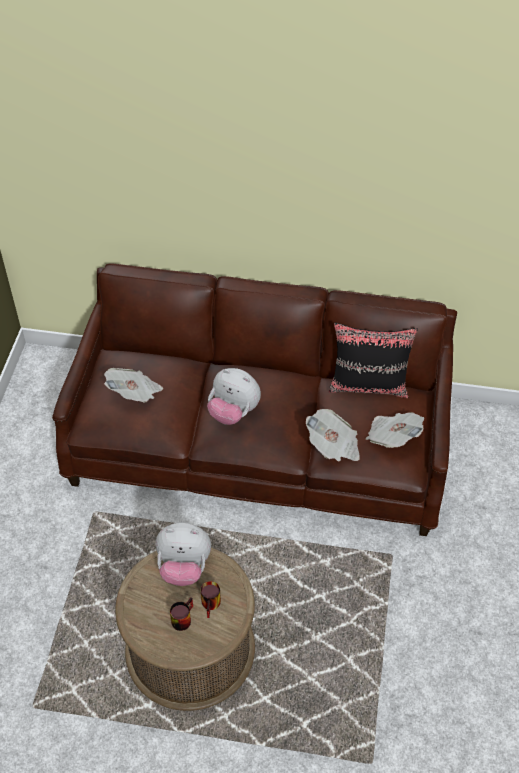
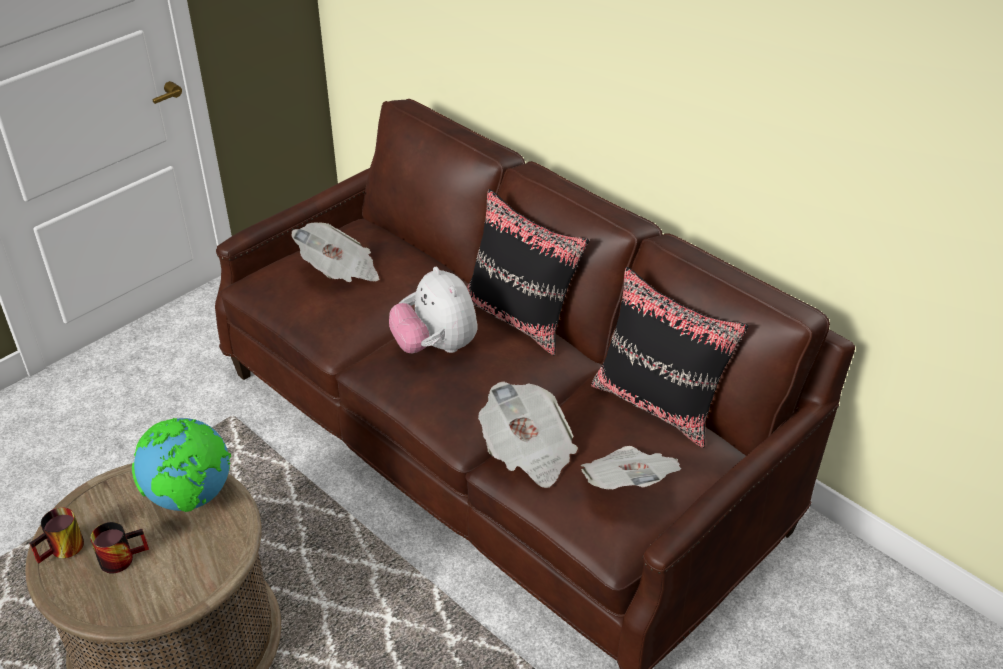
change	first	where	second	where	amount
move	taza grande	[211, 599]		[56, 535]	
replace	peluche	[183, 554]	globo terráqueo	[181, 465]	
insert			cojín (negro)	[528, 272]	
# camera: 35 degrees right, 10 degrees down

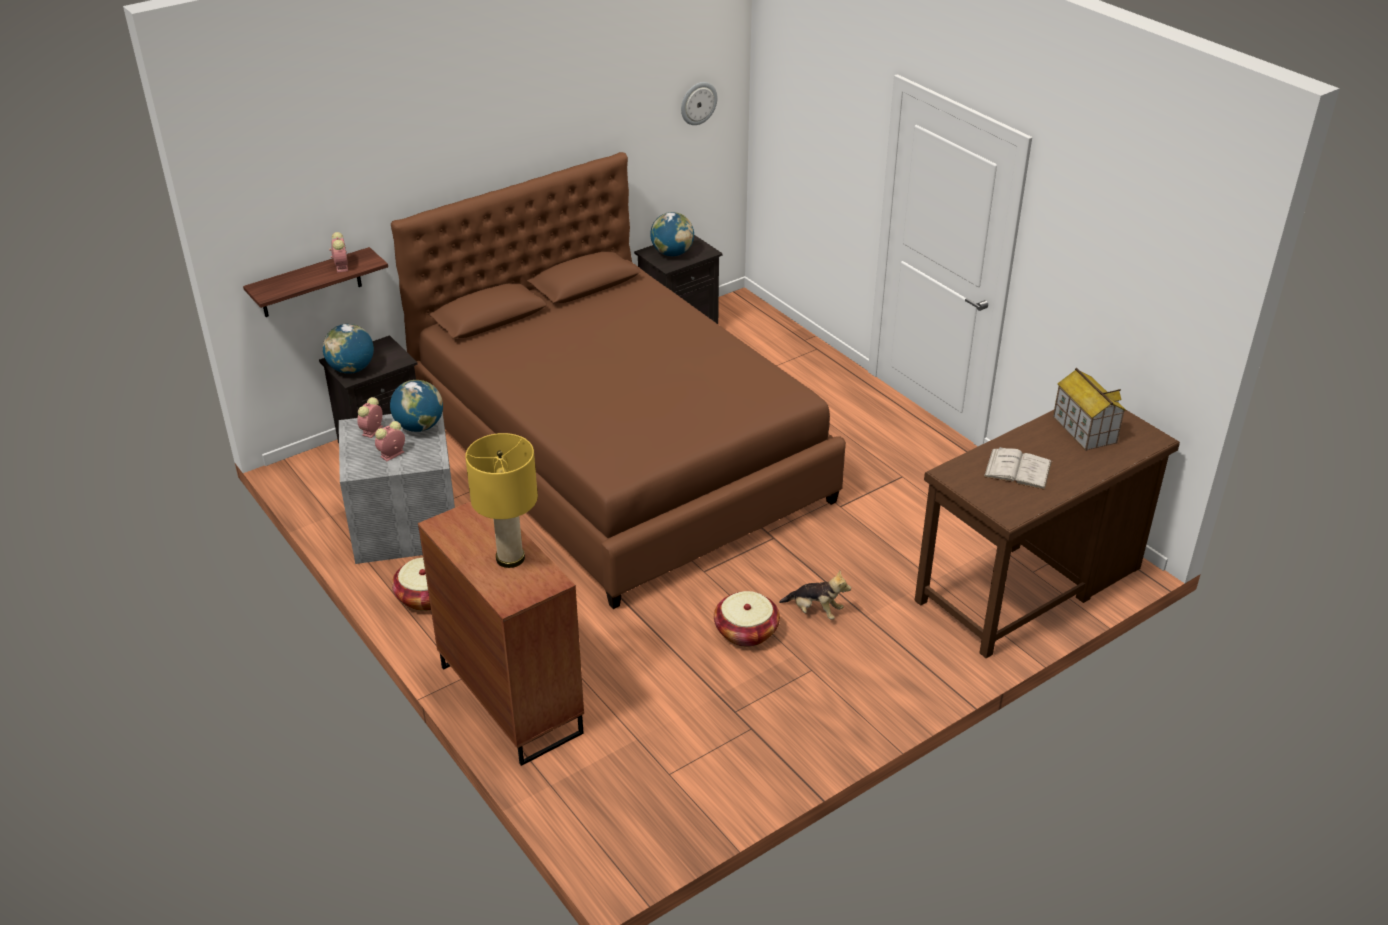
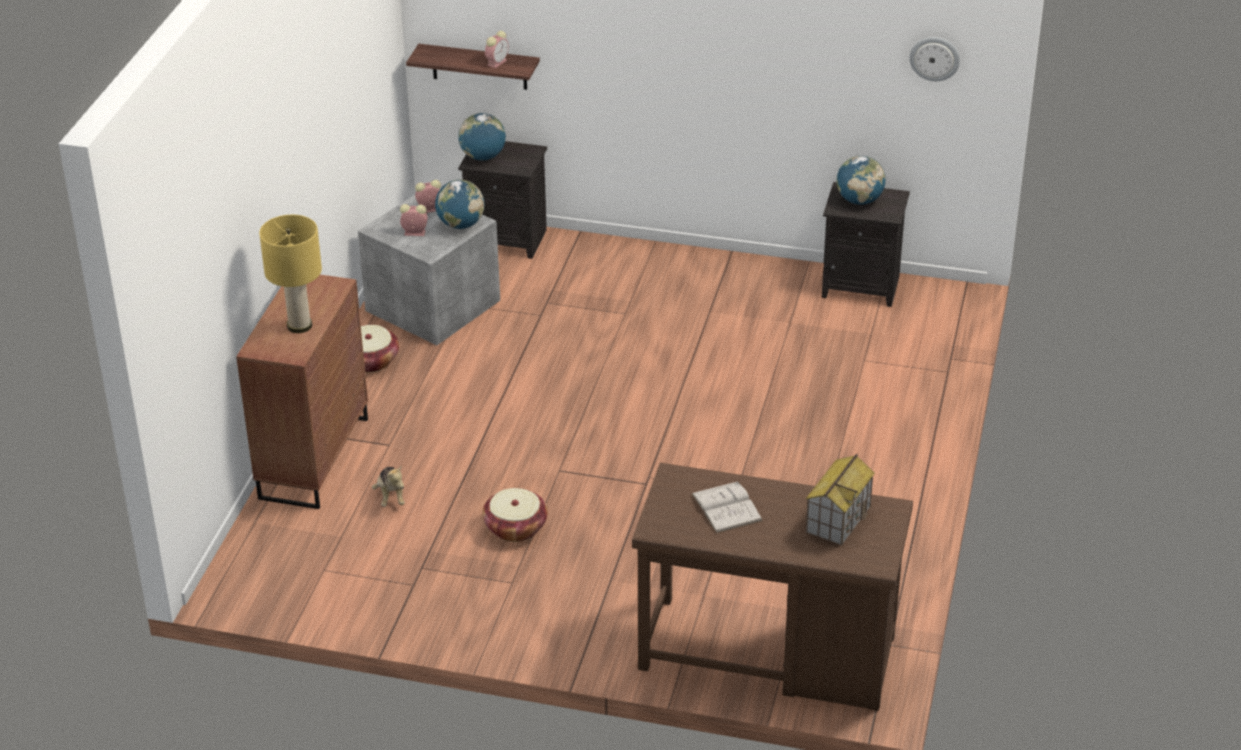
change	first	where	second	where	amount
move	peluche	[815, 595]		[388, 486]	
delete	cama (marrón)	[618, 380]			
# camera: 50 degrees right, 0 degrees up

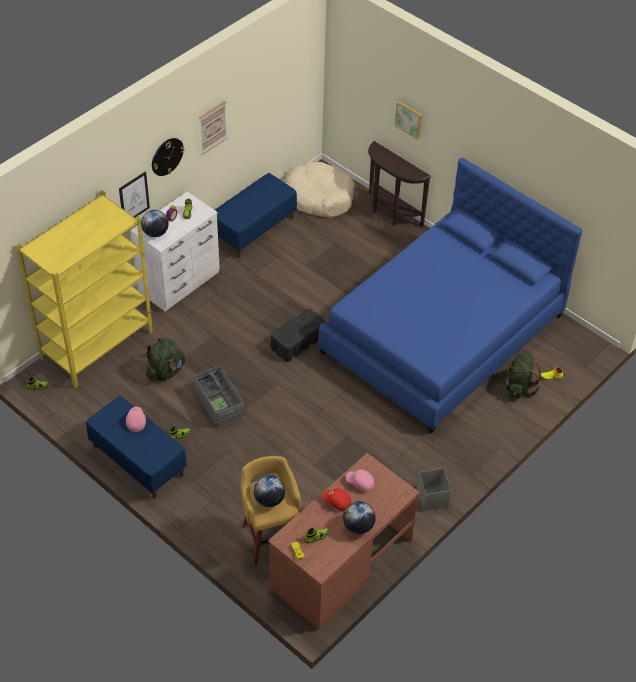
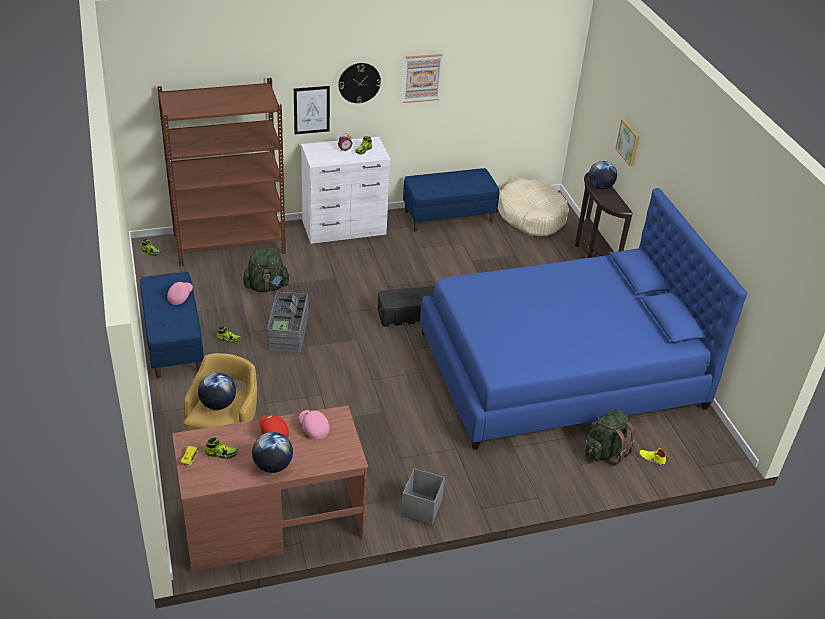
change	first	where	second	where	amount
recolor	estantería (amarillo)	[84, 289]	estantería (marrón)	[221, 172]	
move	globo terráqueo	[154, 223]		[603, 175]	
# camera: 30 degrees right, 10 degrees down

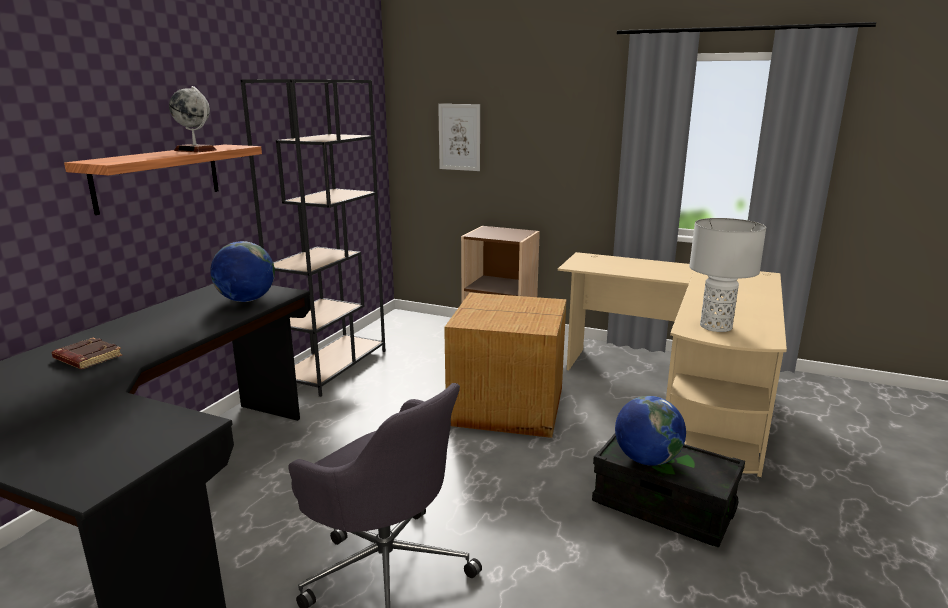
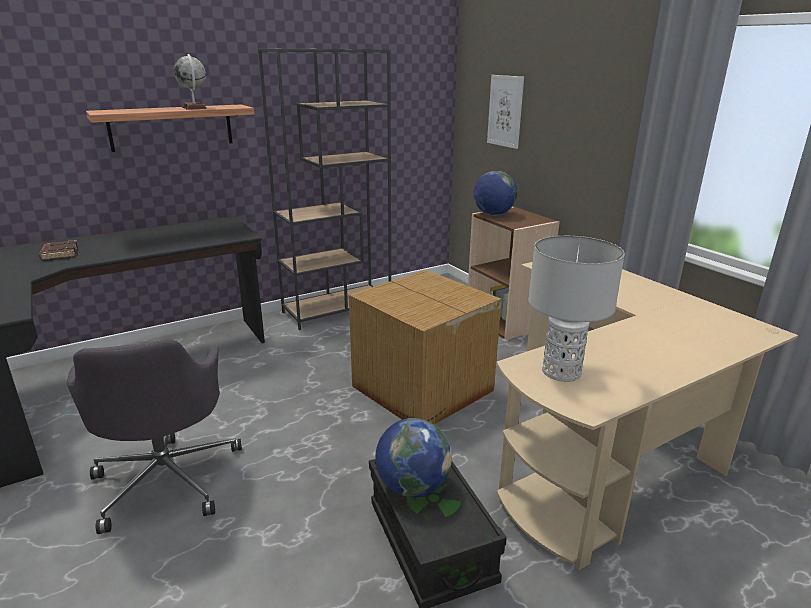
change	first	where	second	where	amount
move	globo terráqueo	[242, 271]		[495, 193]	
# camera: 35 degrees right, 5 degrees up

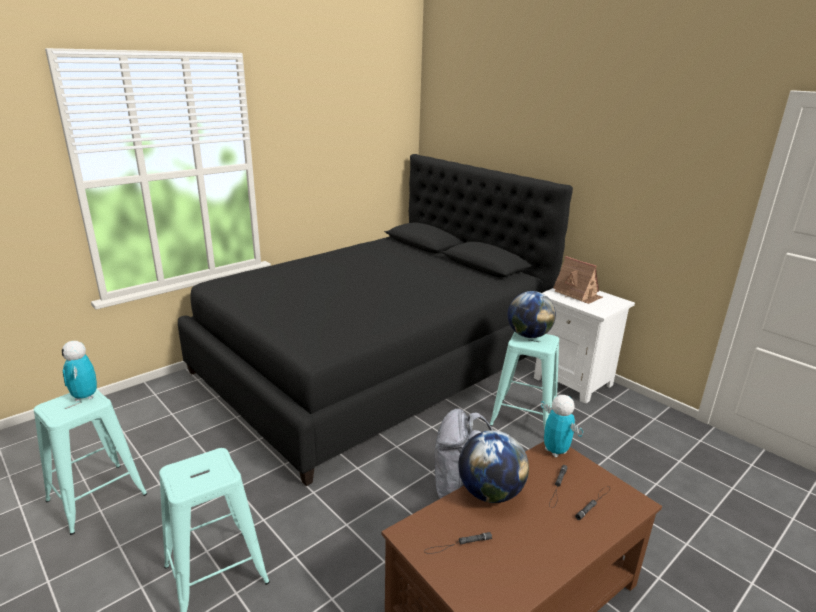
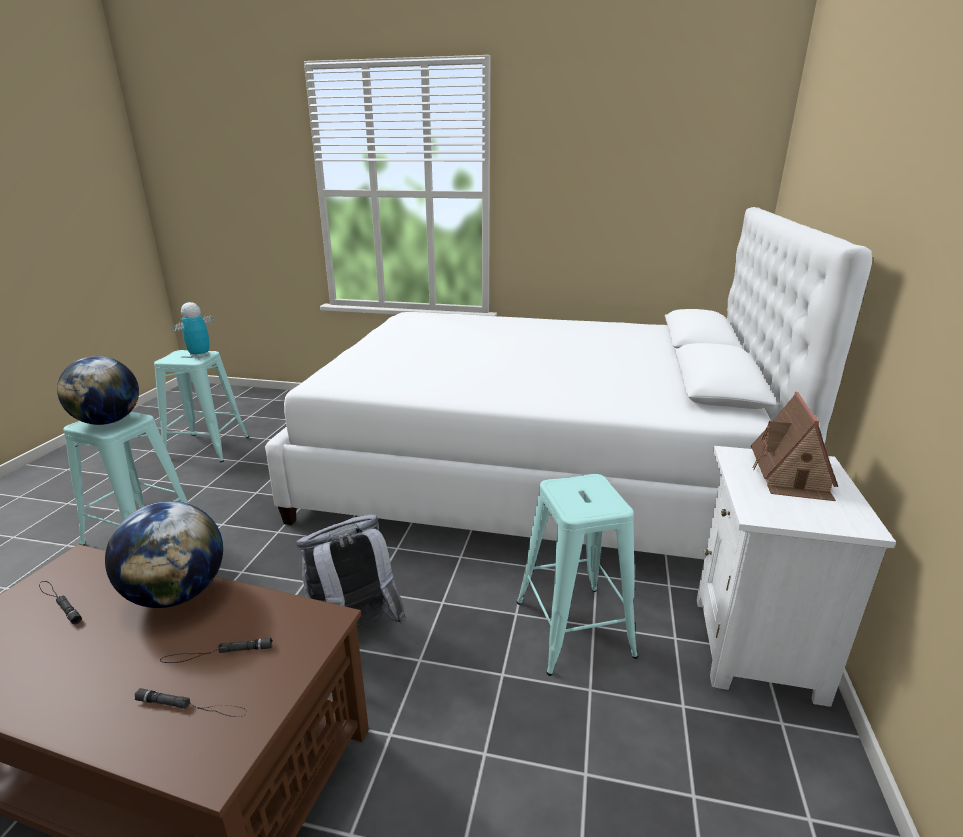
change	first	where	second	where	amount
move	globo terráqueo	[532, 314]		[98, 390]	
recolor	cama (negro)	[375, 320]	cama (blanco)	[568, 383]	
delete	robot de juguete	[562, 426]			
# camera: 55 degrees right, 0 degrees up

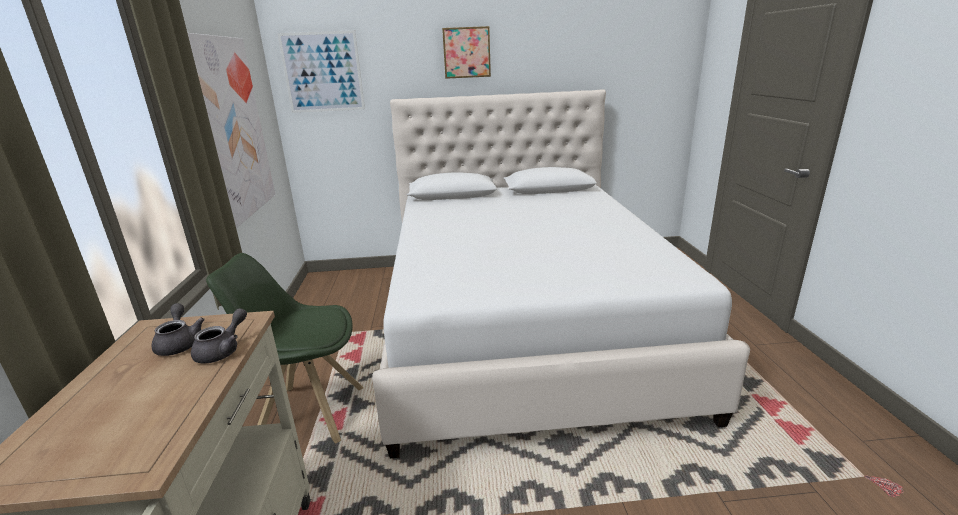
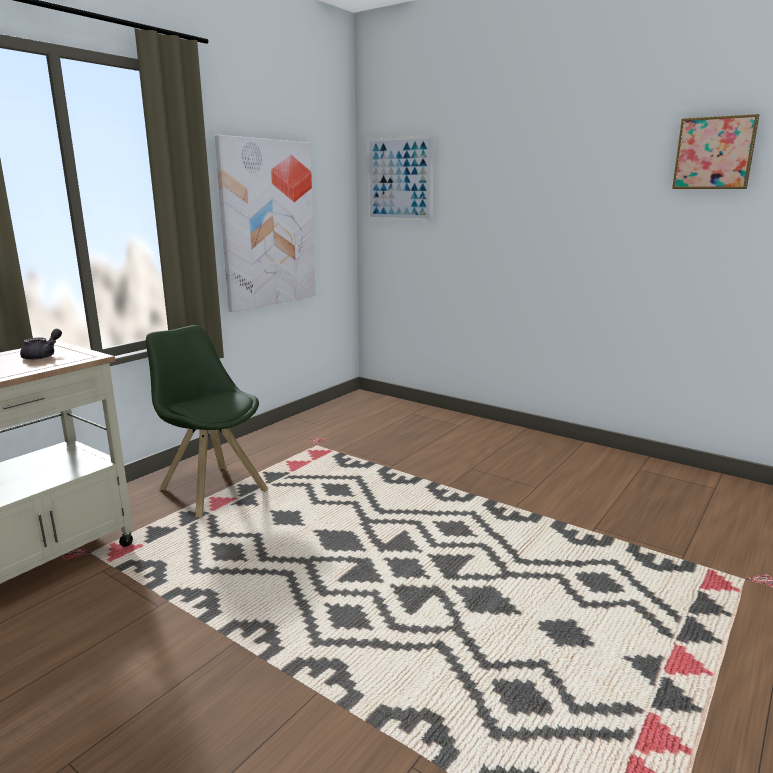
change	first	where	second	where	amount
move	cuadro	[466, 52]		[715, 151]	
delete	tetera (gris)	[219, 336]			
delete	cama (blanco)	[561, 274]			
# camera: 40 degrees right, 5 degrees down

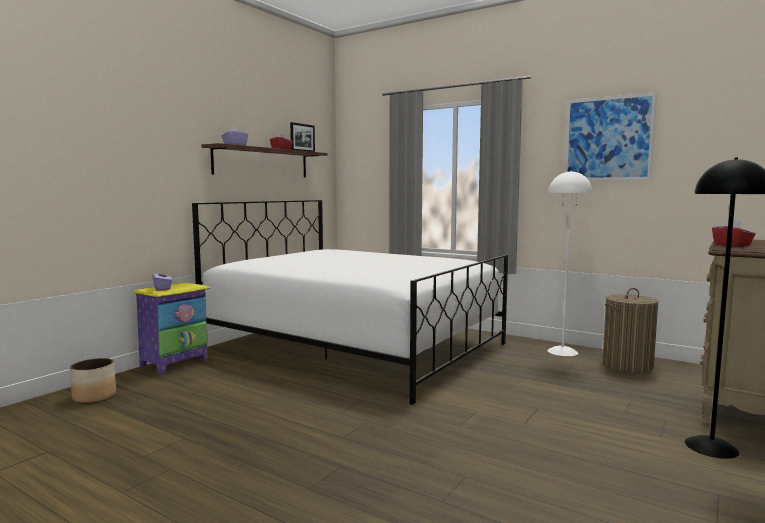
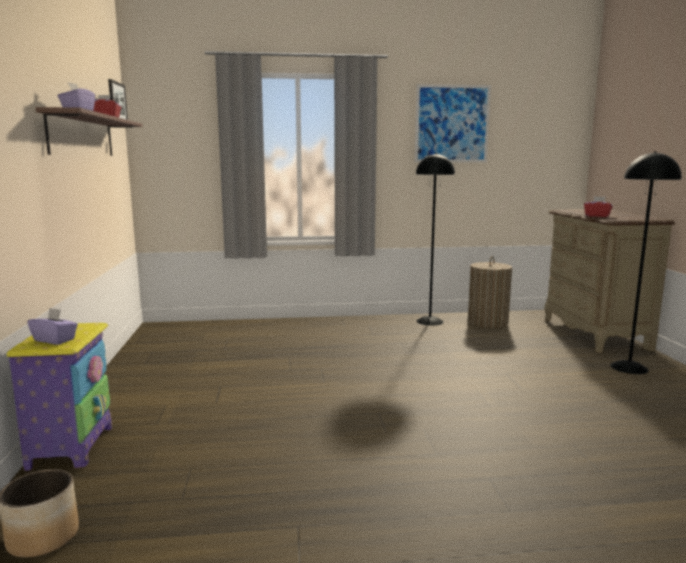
change	first	where	second	where	amount
recolor	lámpara de pie (blanco)	[569, 263]	lámpara de pie (negro)	[435, 239]	
delete	cama (blanco)	[350, 302]			
# camera: 40 degrees left, 5 degrees up

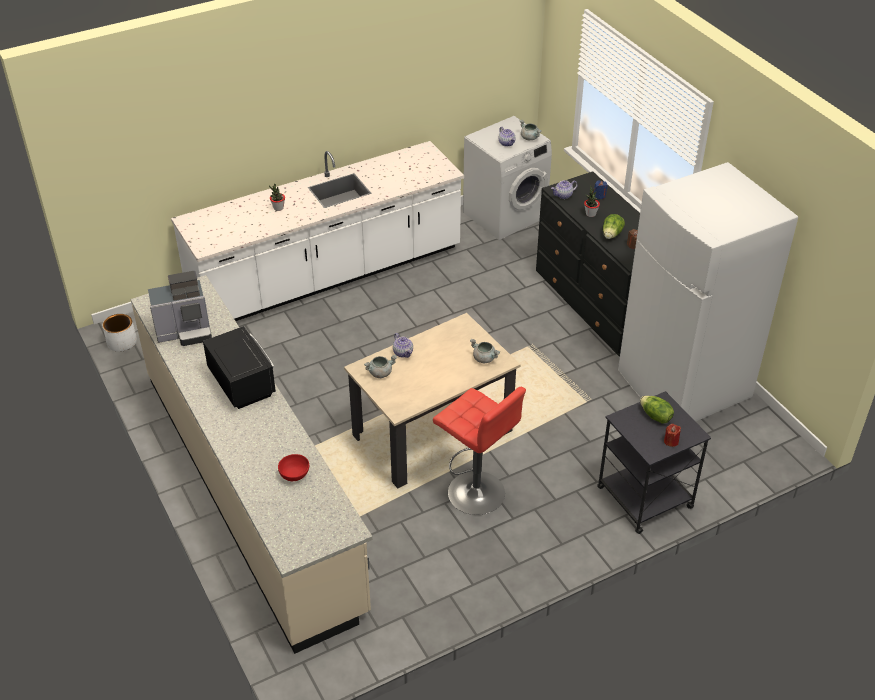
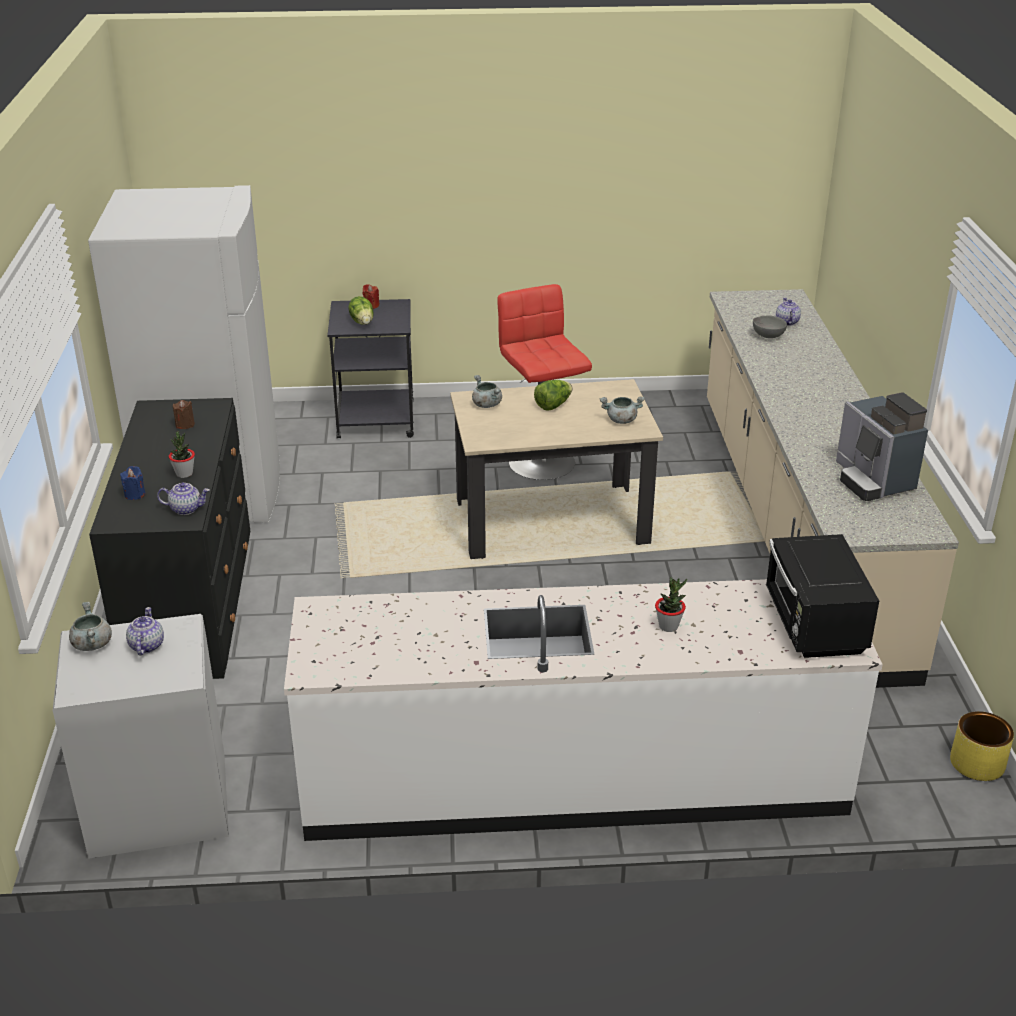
change	first	where	second	where	amount
move	lechuga	[614, 226]		[553, 395]	
recolor	cuenco (rojo)	[293, 467]	cuenco (gris)	[770, 327]	
move	microondas (negro)	[239, 367]		[822, 596]	
move	tetera	[403, 345]		[788, 312]	
rotate	cafetera	[180, 308]		[882, 447]	120 degrees counterclockwise
recolor	maceta (blanco)	[119, 333]	maceta (amarillo)	[982, 746]	
# camera: 155 degrees left, 10 degrees down

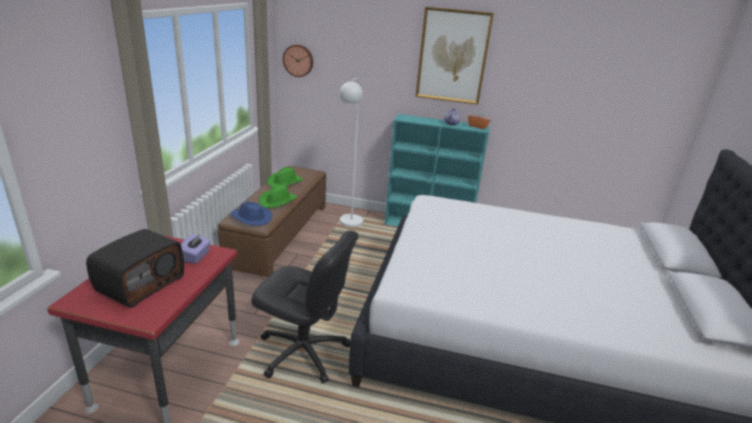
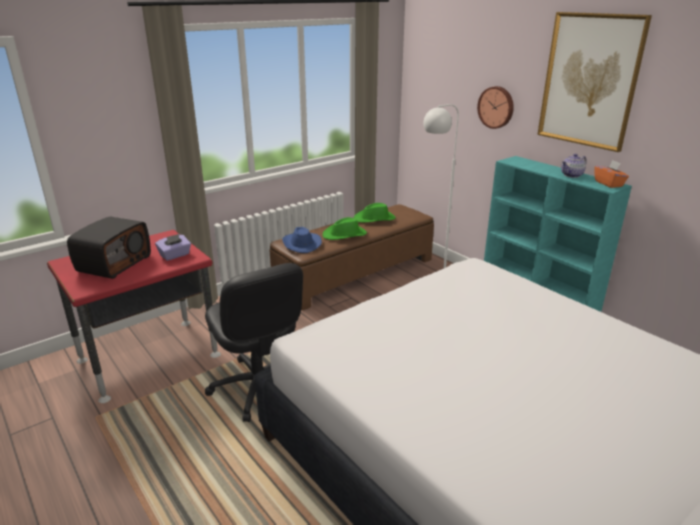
change	first	where	second	where	amount
rotate	radio	[135, 268]		[109, 248]	45 degrees counterclockwise
move	reloj de pared	[298, 60]		[495, 107]	
# camera: 40 degrees right, 0 degrees up

